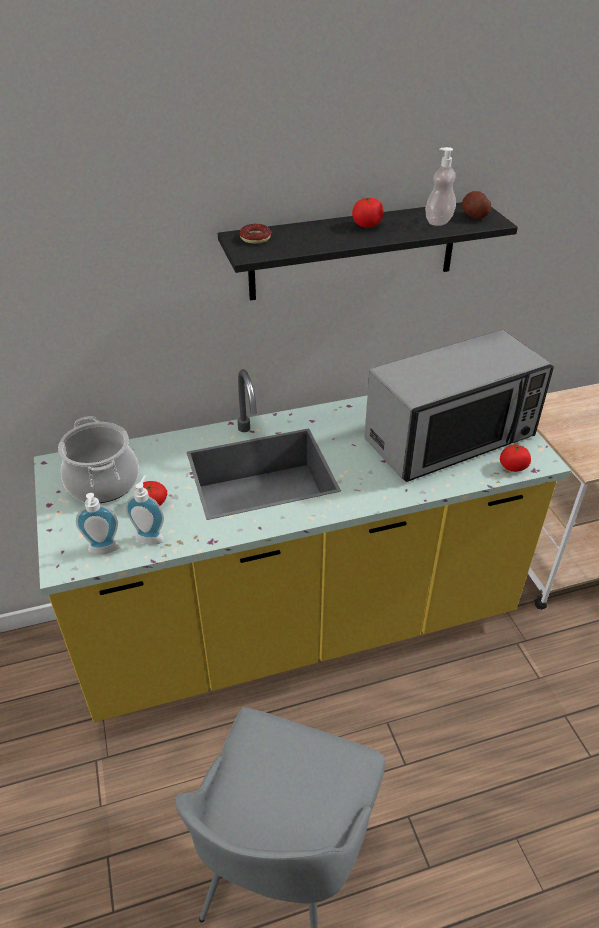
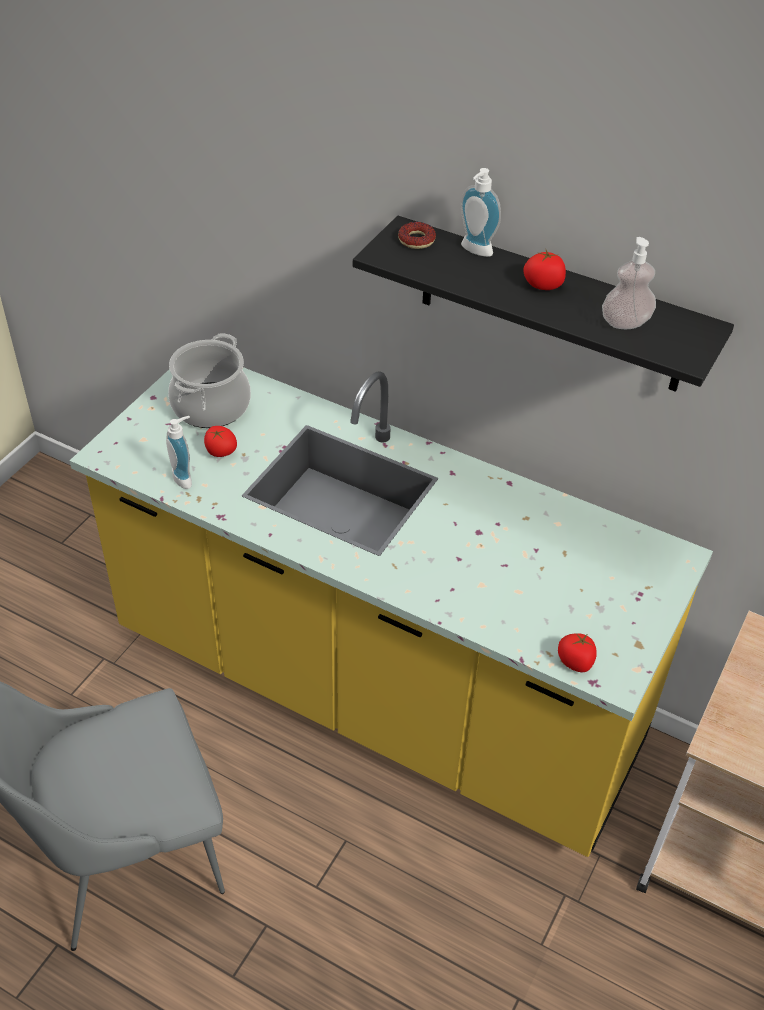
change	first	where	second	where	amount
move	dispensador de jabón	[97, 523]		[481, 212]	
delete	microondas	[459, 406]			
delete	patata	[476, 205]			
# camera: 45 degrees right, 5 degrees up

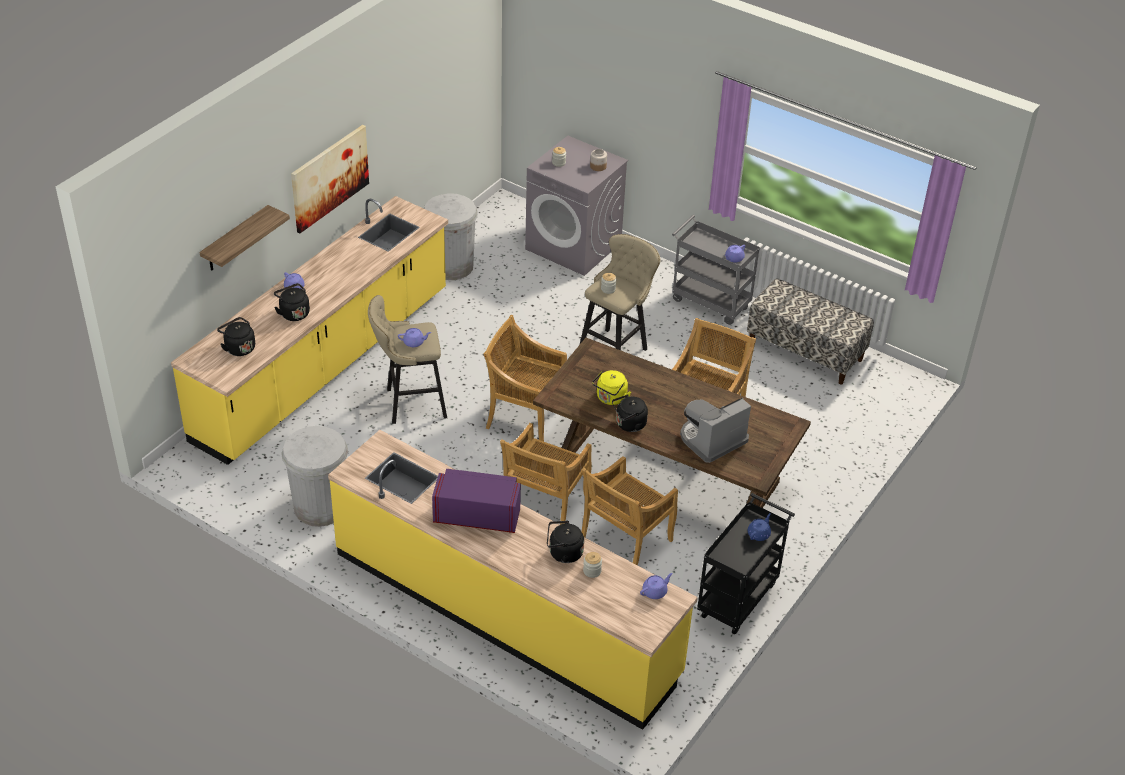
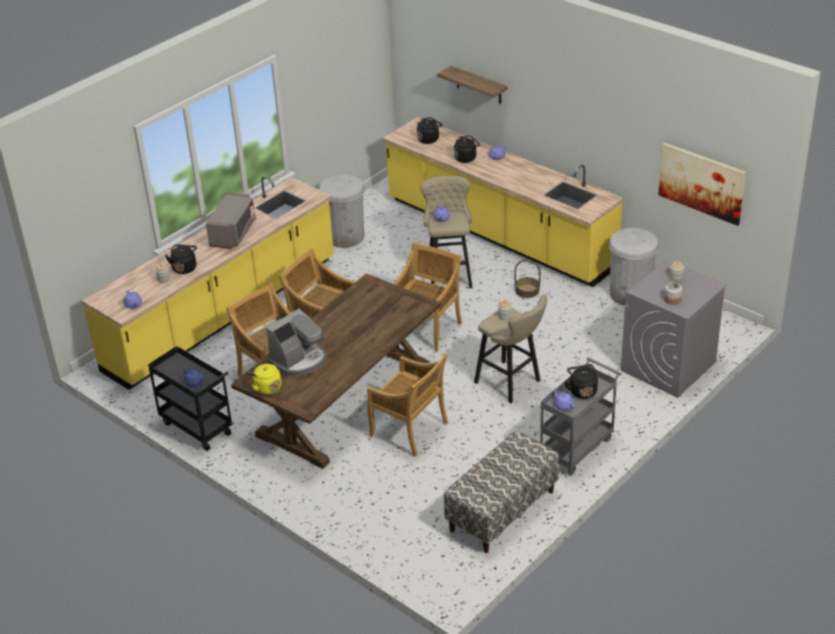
change	first	where	second	where	amount
recolor	microondas (morado)	[476, 501]	microondas (gris)	[231, 220]	
move	hervidor (amarillo)	[611, 387]		[264, 377]	
rotate	cafetera	[715, 430]		[296, 342]	75 degrees clockwise
insert			cesta	[527, 279]	
move	hervidor (negro)	[630, 413]		[581, 381]	
move	cuadro	[330, 179]		[702, 184]	
# camera: 100 degrees right, 5 degrees down

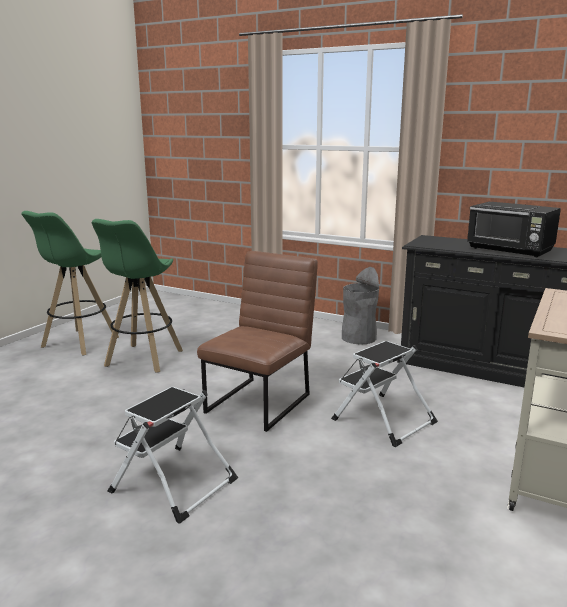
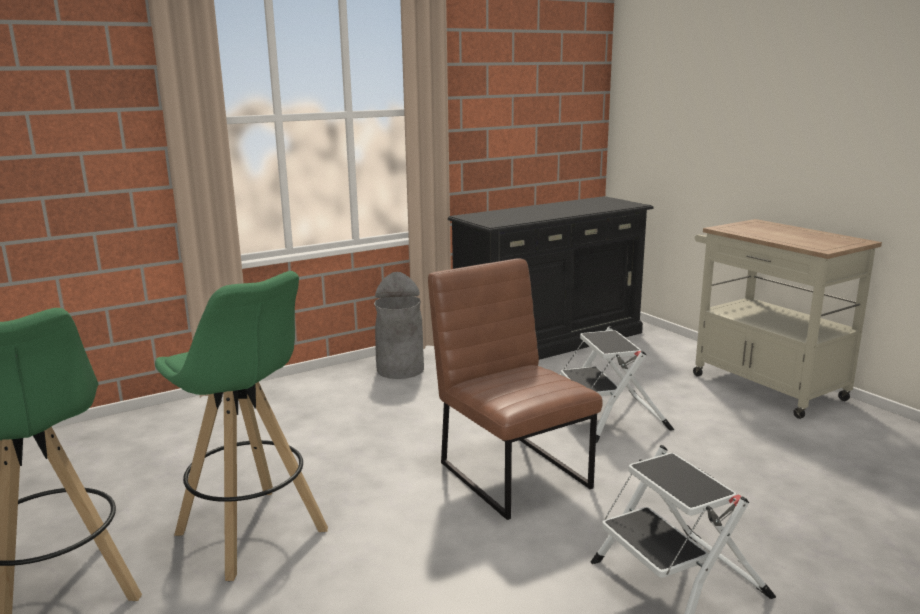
change	first	where	second	where	amount
delete	microondas (negro)	[514, 230]			
# camera: 60 degrees left, 0 degrees up

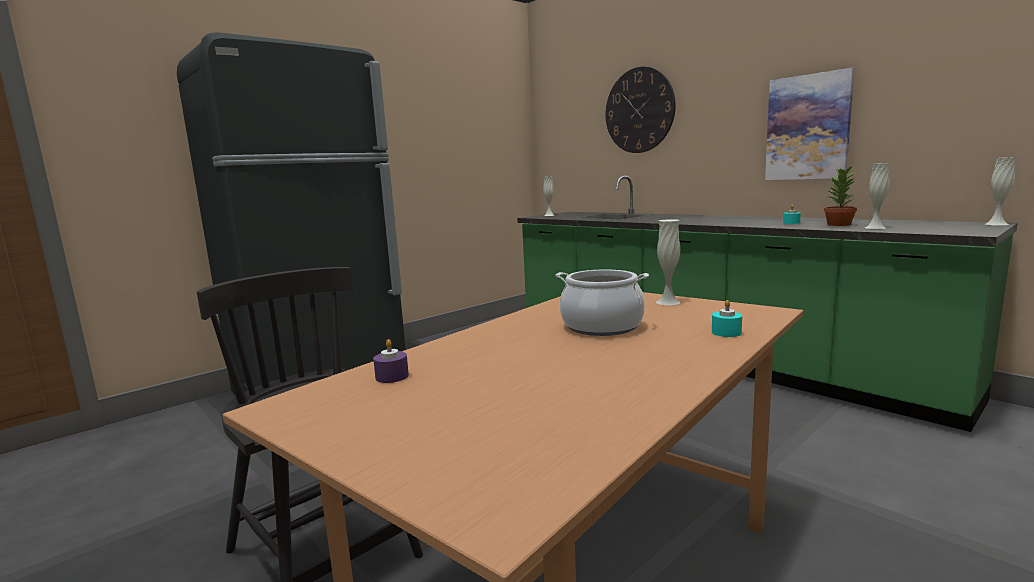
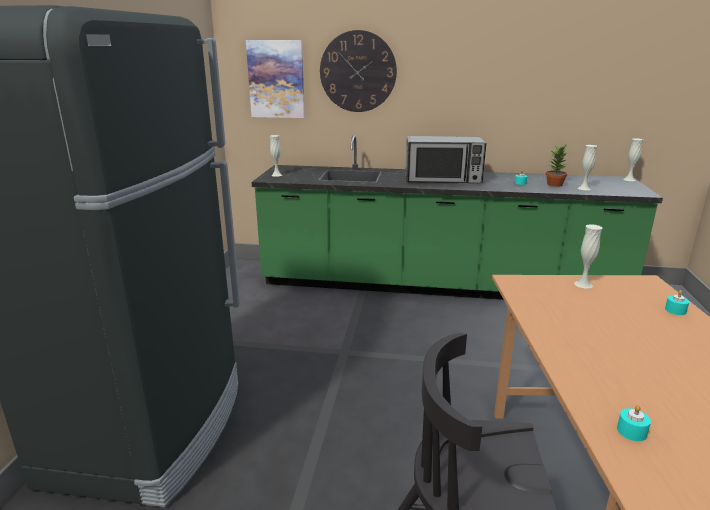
change	first	where	second	where	amount
move	cuadro	[810, 124]		[275, 79]	
insert			microondas	[445, 160]	
recolor	vela (morado)	[391, 361]	vela (turquesa)	[634, 423]	
delete	olla	[602, 302]			
# camera: 40 degrees left, 10 degrees up

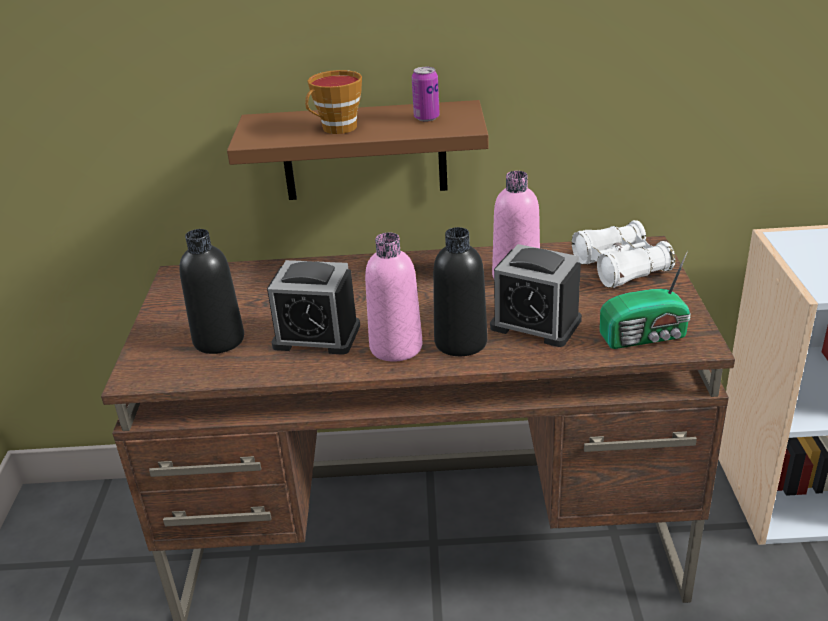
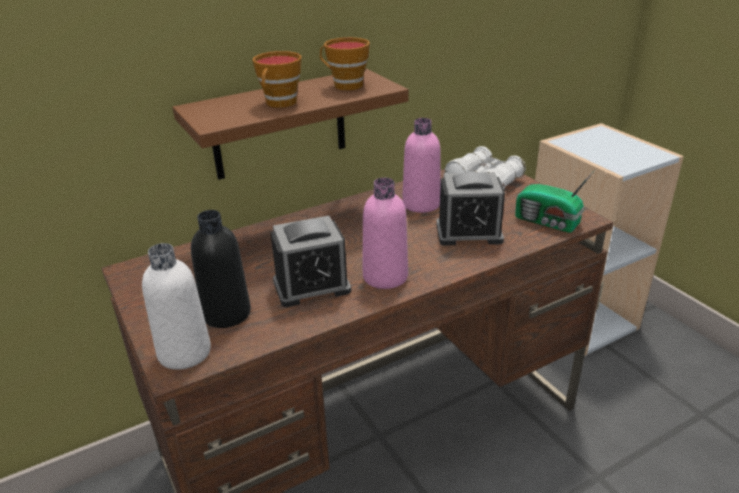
change	first	where	second	where	amount
insert			botella (blanco)	[176, 306]	
replace	lata	[426, 94]	taza	[345, 63]	
rotate	radio	[645, 299]		[555, 201]	75 degrees clockwise
delete	botella (negro)	[460, 291]			
# camera: 30 degrees left, 0 degrees up

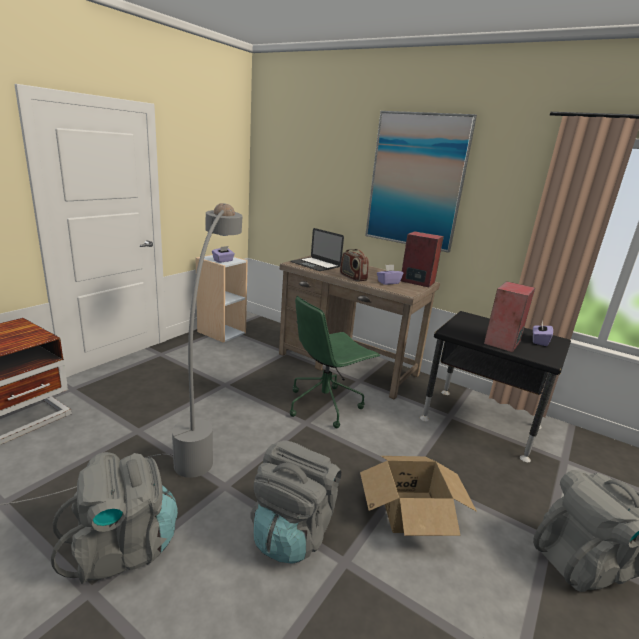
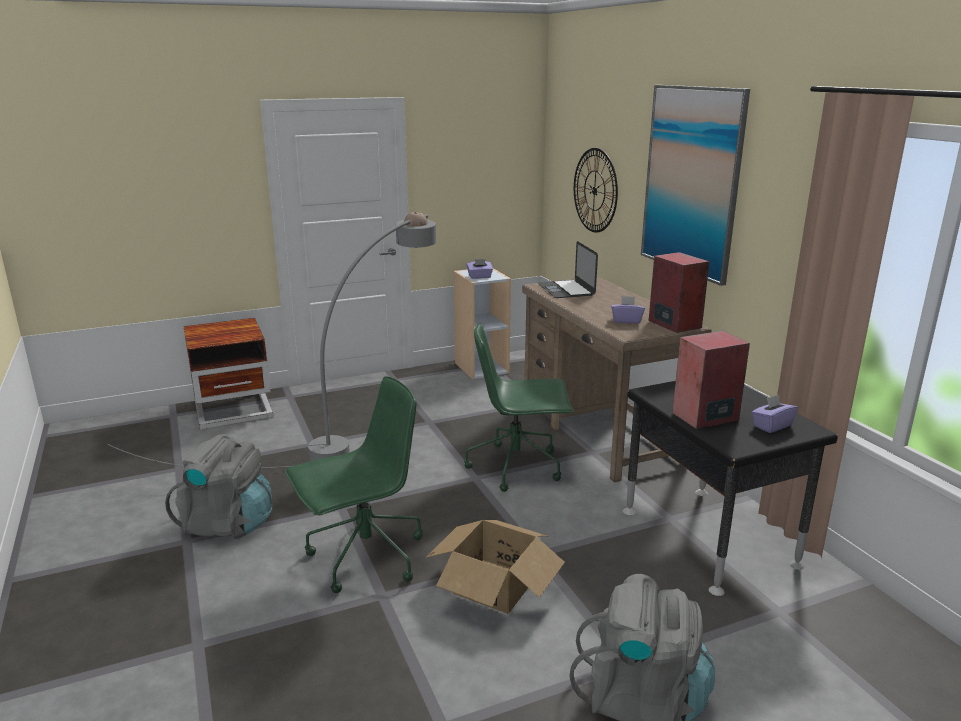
change	first	where	second	where	amount
replace	mochila (gris)	[296, 502]	silla de oficina (verde)	[353, 484]	
insert			reloj de pared	[596, 190]	
delete	radio	[354, 265]			
# camera: 35 degrees right, 0 degrees up

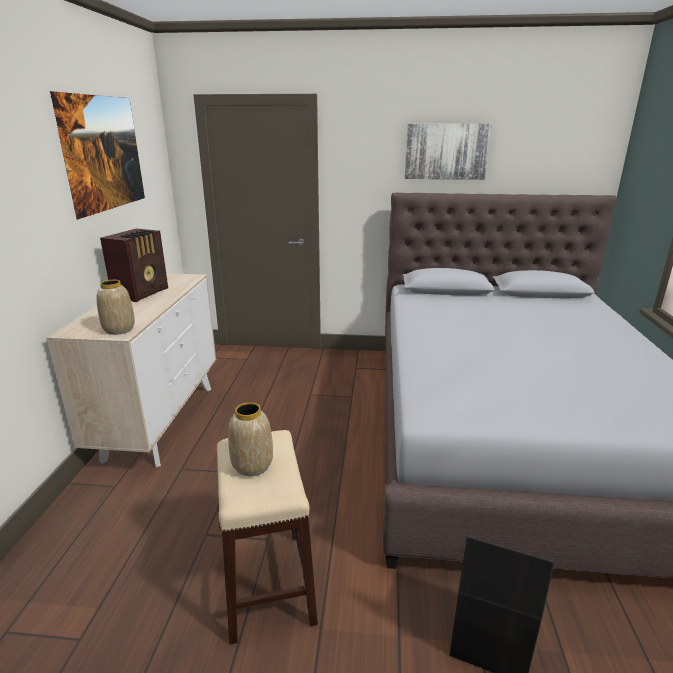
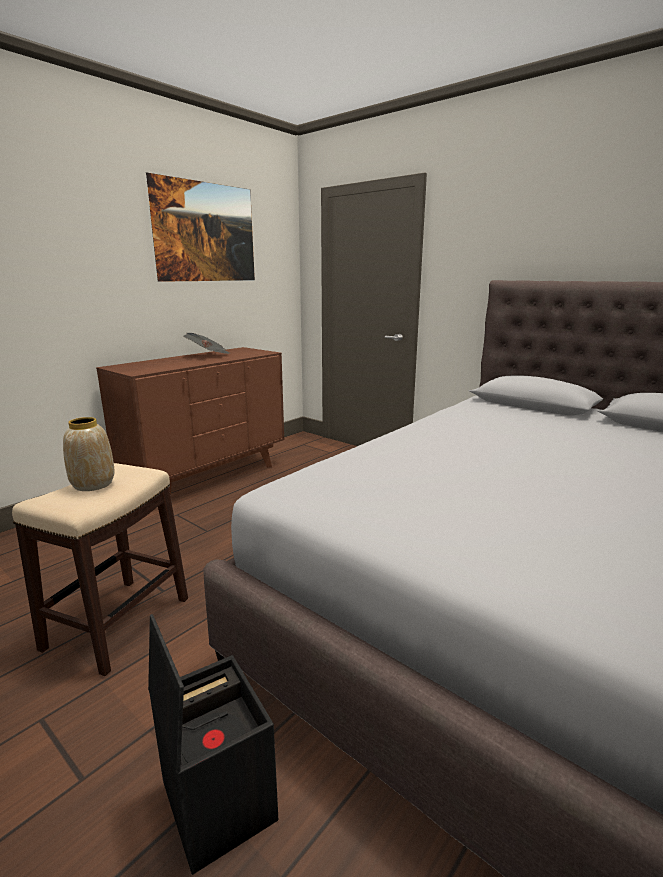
change	first	where	second	where	amount
recolor	cómoda (blanco)	[131, 370]	cómoda (marrón)	[190, 421]	
replace	radio	[134, 265]	periódico	[207, 343]	
delete	florero	[116, 307]			
delete	cuadro	[448, 152]			
# camera: 35 degrees right, 5 degrees down

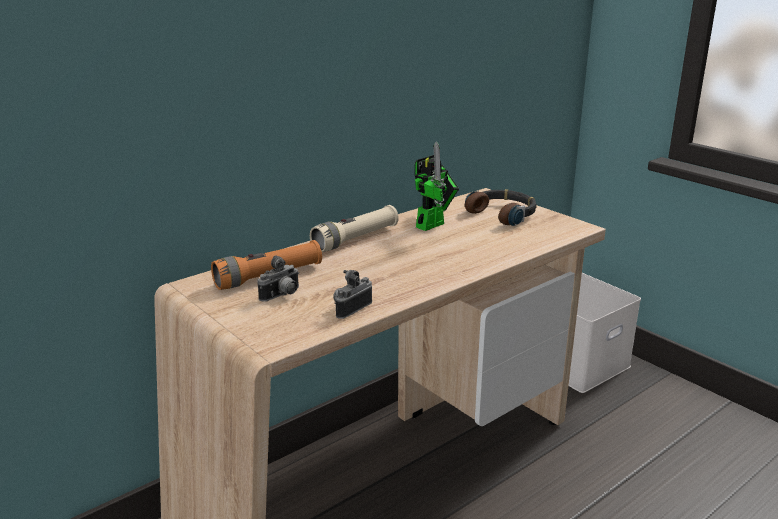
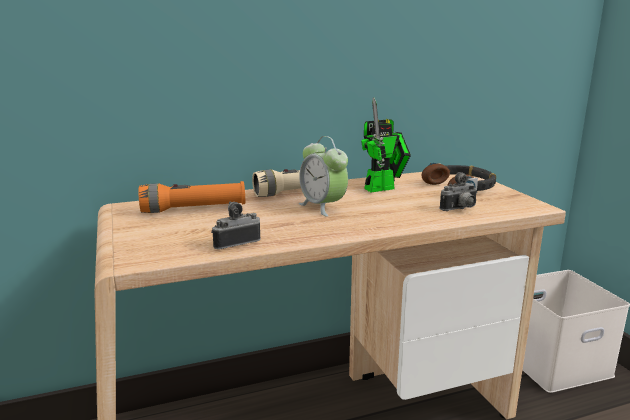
change	first	where	second	where	amount
insert			despertador	[323, 176]	
move	cámara	[278, 278]		[459, 191]	
# camera: 20 degrees right, 5 degrees down

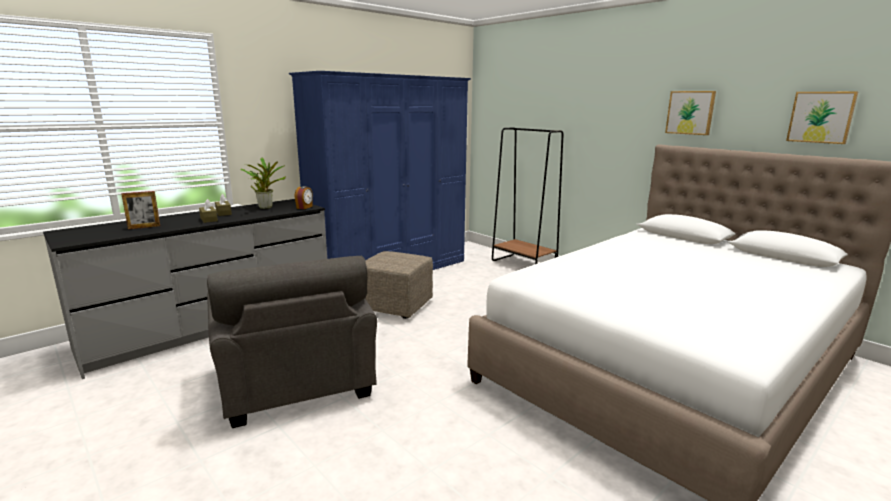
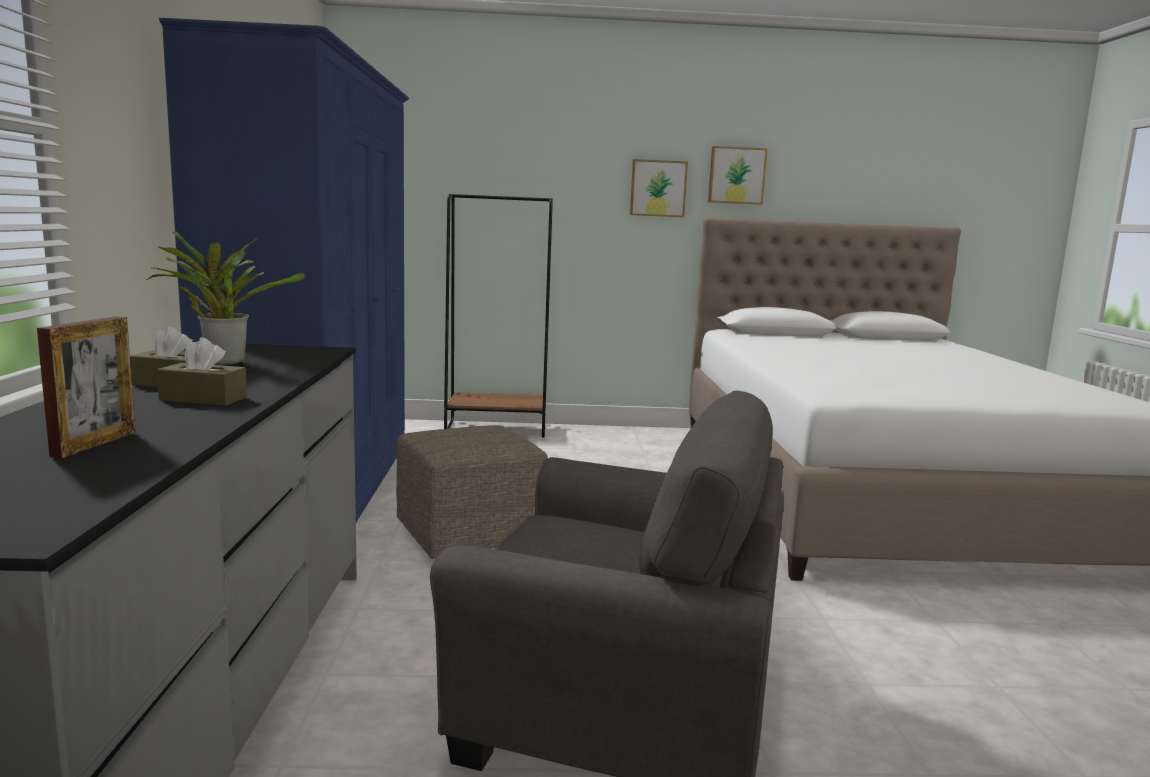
change	first	where	second	where	amount
move	cuadro	[822, 118]		[659, 188]	
delete	despertador	[304, 197]			
# camera: 50 degrees left, 5 degrees down

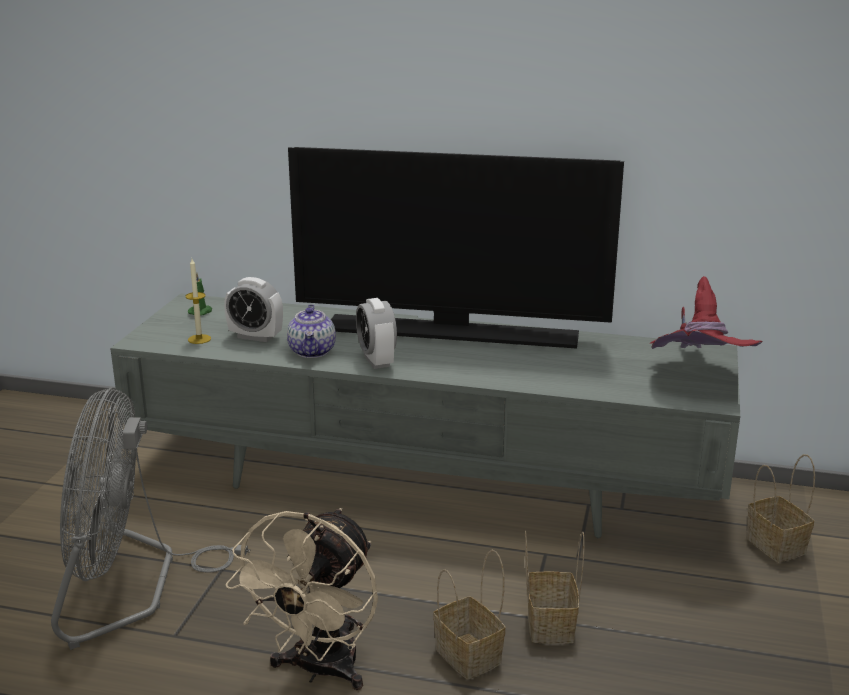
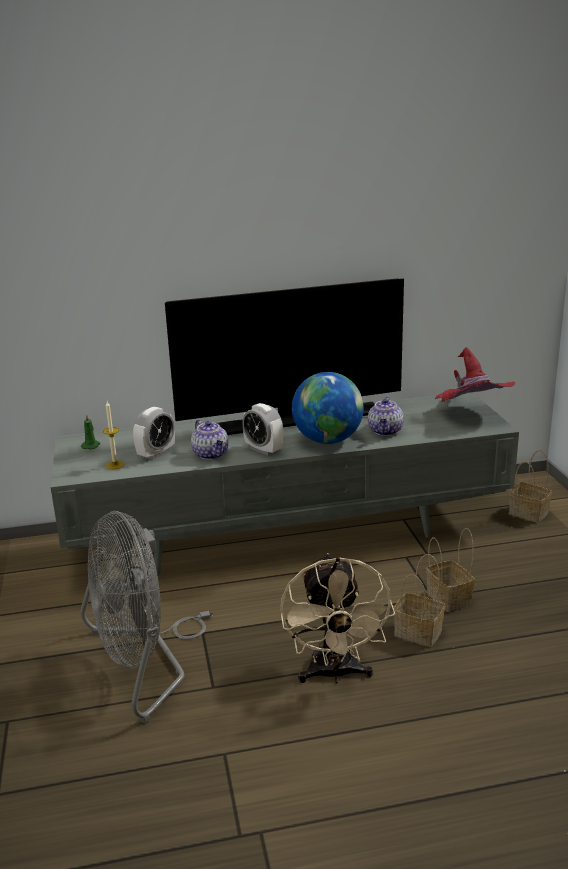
change	first	where	second	where	amount
rotate	despertador	[253, 309]		[154, 433]	45 degrees counterclockwise
insert			globo terráqueo	[328, 408]	
insert			tetera	[386, 416]	
# camera: 25 degrees left, 0 degrees up

